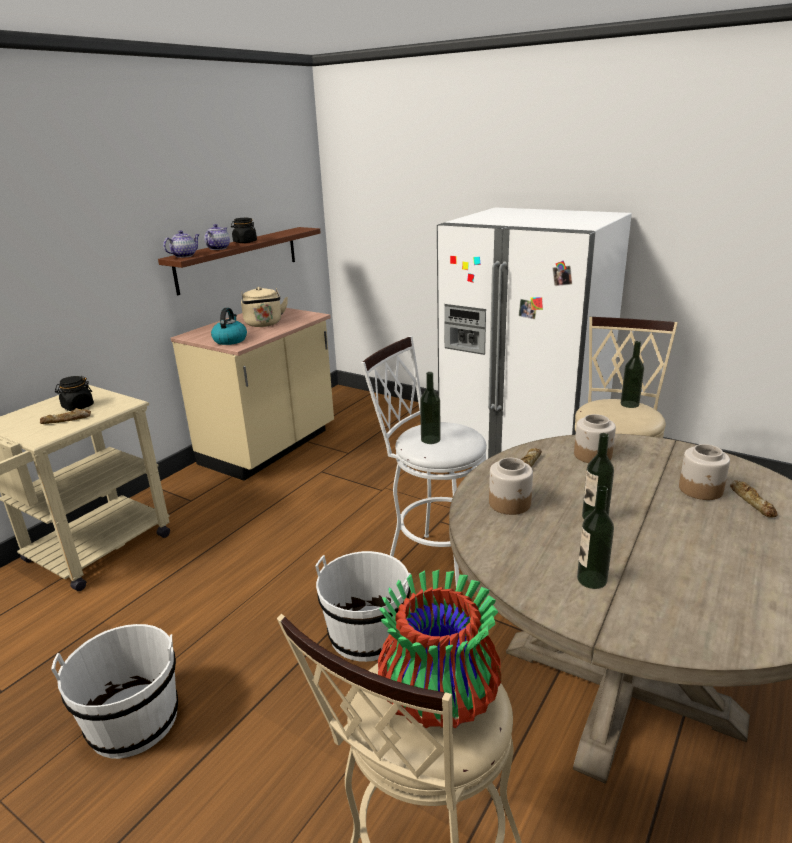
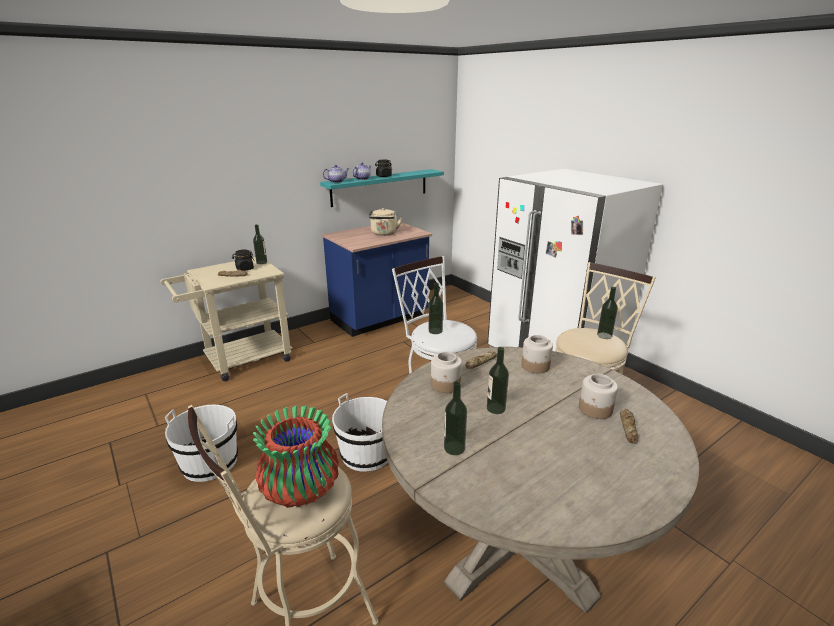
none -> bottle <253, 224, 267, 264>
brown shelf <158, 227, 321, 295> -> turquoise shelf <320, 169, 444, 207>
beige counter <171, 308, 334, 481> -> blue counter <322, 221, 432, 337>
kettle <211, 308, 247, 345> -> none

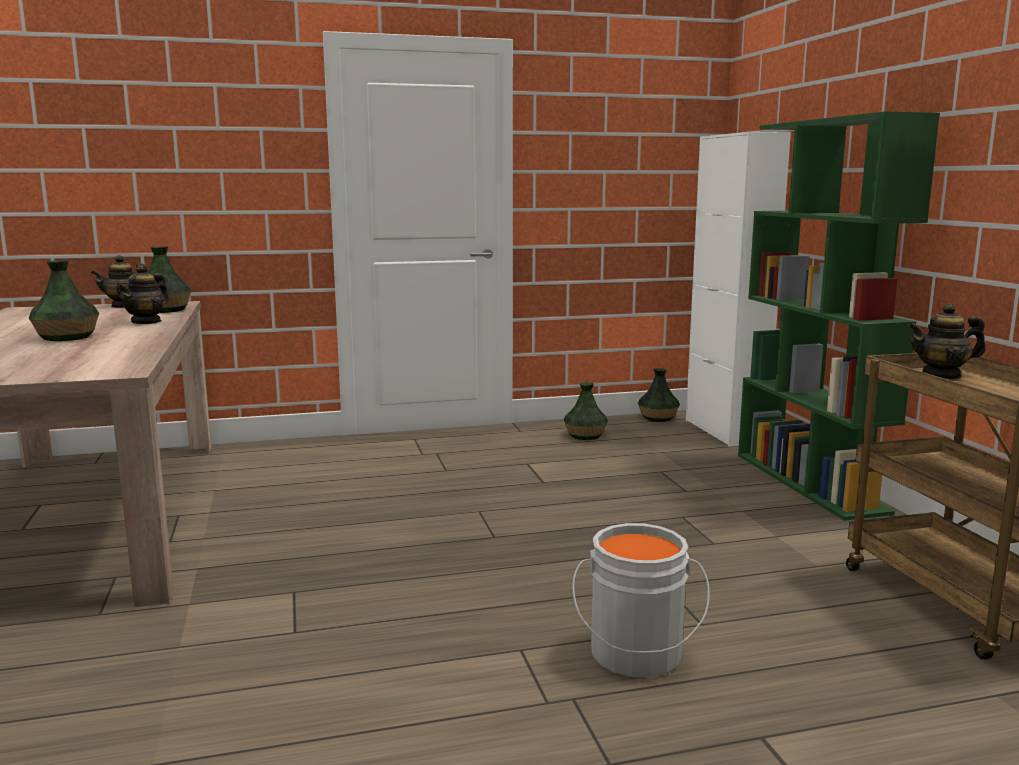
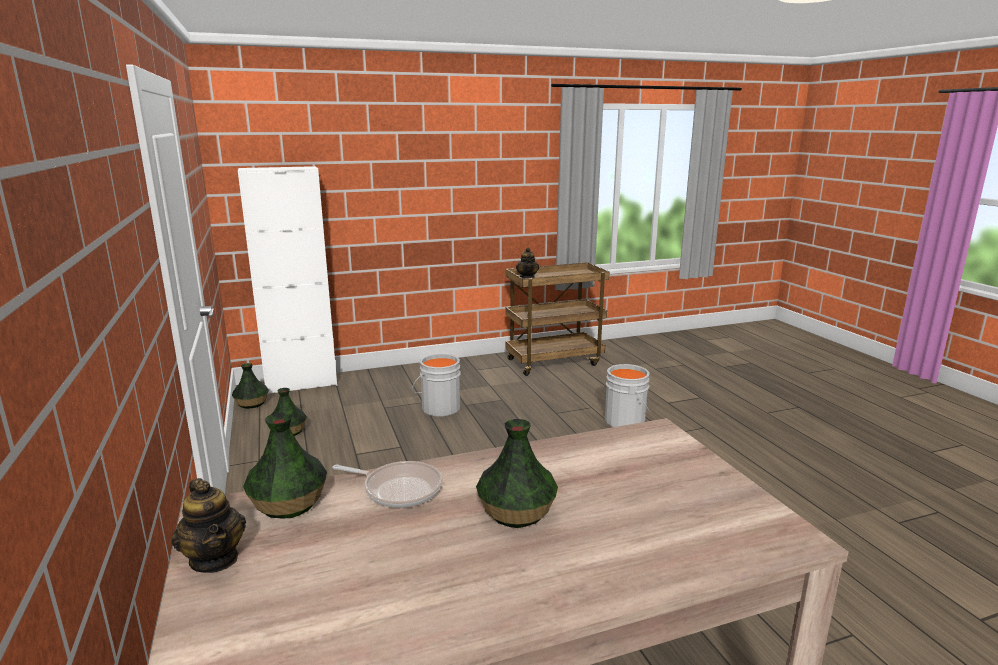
teapot <116, 265, 169, 324> -> frying pan <333, 461, 442, 508>
none -> grey bucket <412, 354, 461, 416>
green bookcase <738, 111, 940, 521> -> none

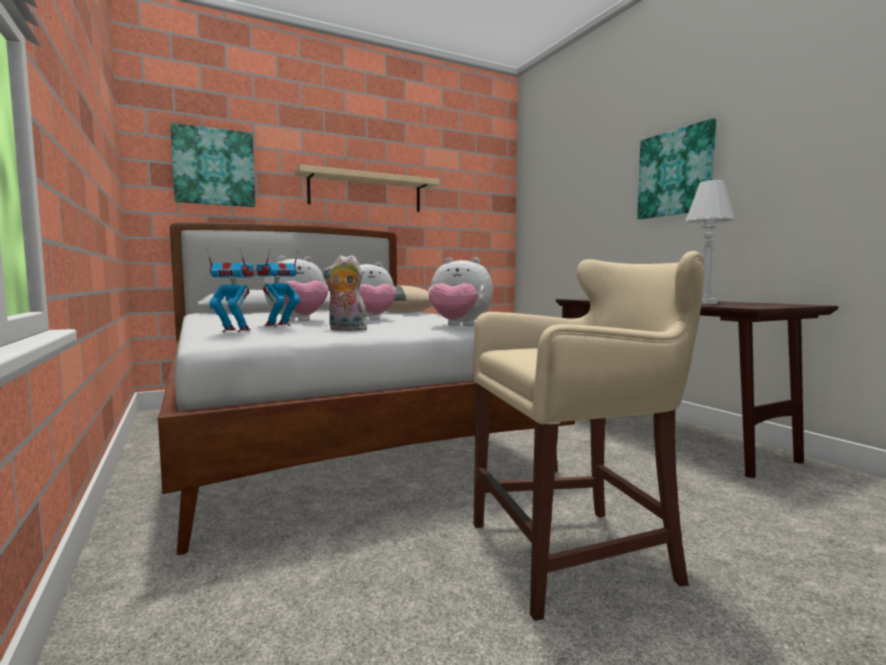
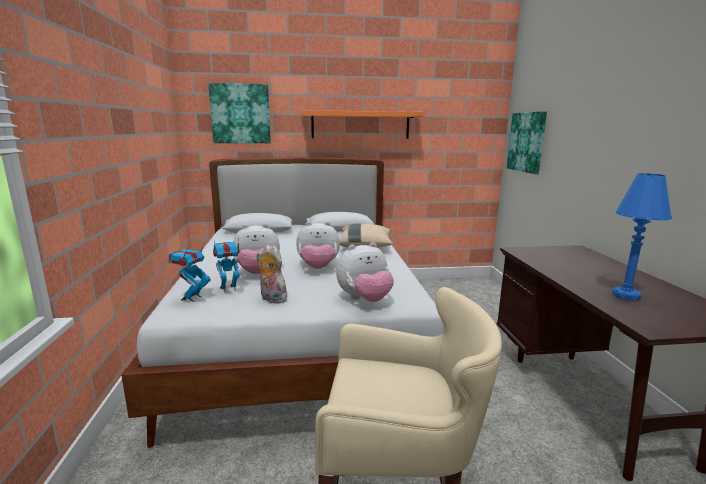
toy robot <206, 248, 256, 332> -> toy robot <168, 242, 210, 302>, 90 degrees counterclockwise
beige shelf <294, 165, 440, 212> -> orange shelf <301, 110, 425, 139>
plush toy <428, 257, 493, 326> -> plush toy <336, 242, 394, 302>, 60 degrees counterclockwise
picture <637, 118, 716, 219> -> picture <507, 111, 547, 174>, shifted
white table lamp <685, 180, 735, 304> -> blue table lamp <612, 173, 672, 301>

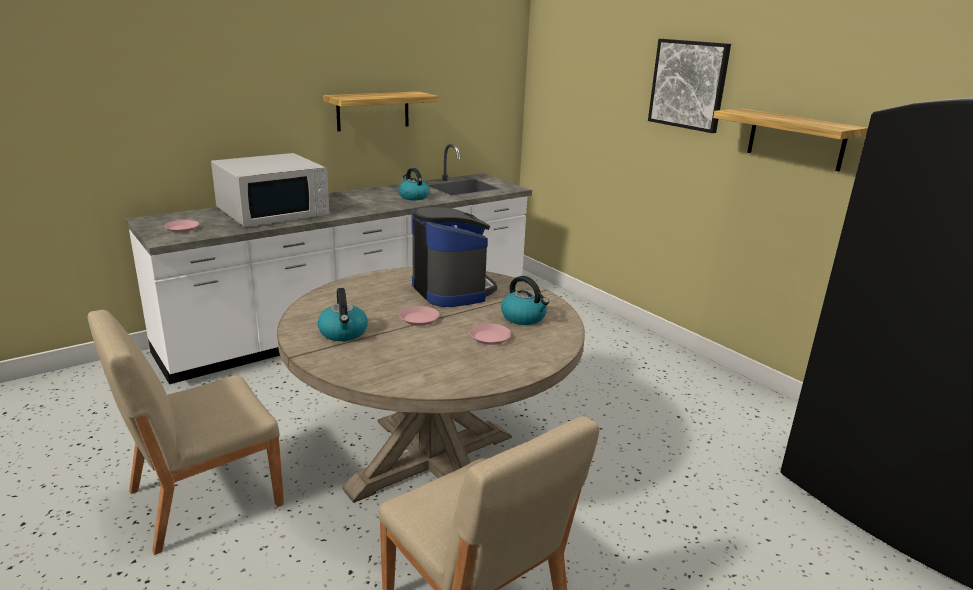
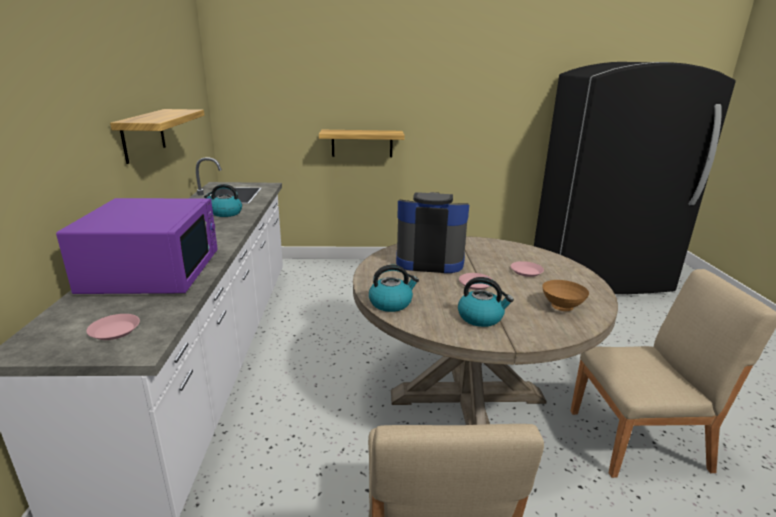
white microwave <211, 153, 329, 227> -> purple microwave <56, 198, 217, 294>
shelf <713, 108, 868, 171> -> shelf <319, 130, 405, 157>, shifted
kettle <501, 276, 549, 325> -> kettle <369, 265, 419, 312>, shifted
none -> brown bowl <542, 280, 589, 311>
picture <648, 39, 731, 133> -> none

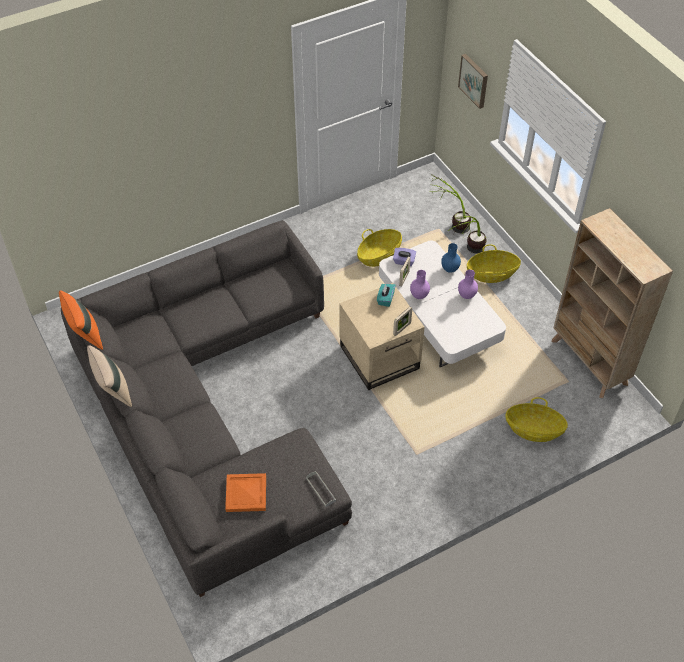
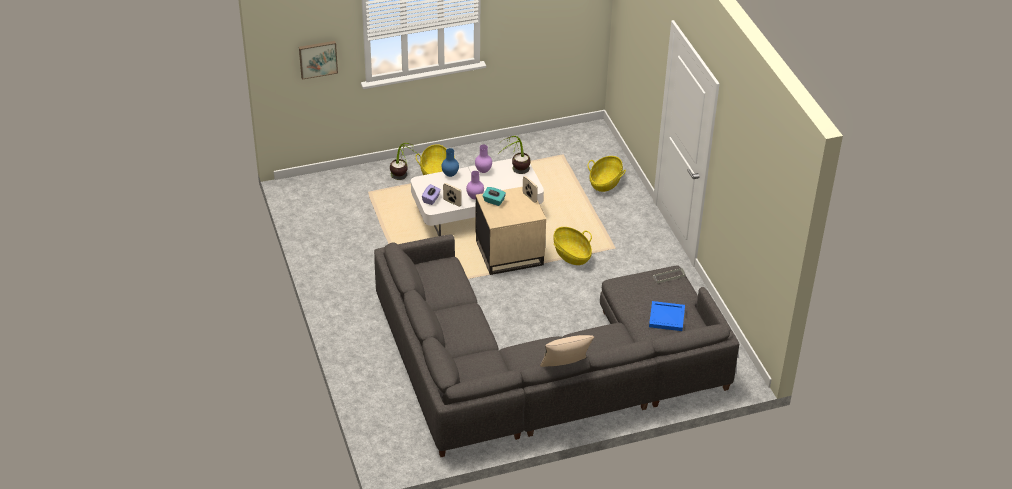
potted plant <430, 174, 471, 234> -> potted plant <499, 136, 530, 174>, shifted
basket <357, 229, 402, 267> -> basket <553, 227, 592, 265>, shifted
orange tray <225, 473, 266, 512> -> blue tray <649, 301, 685, 331>
orange pillow <59, 290, 103, 350> -> none
beige bookcase <552, 208, 673, 398> -> none

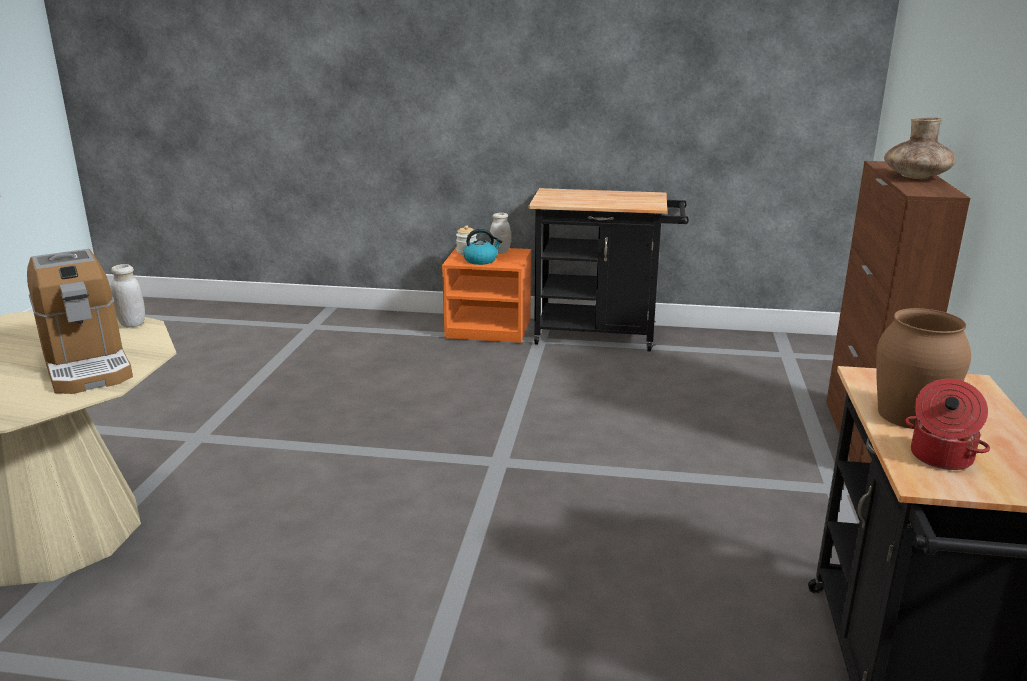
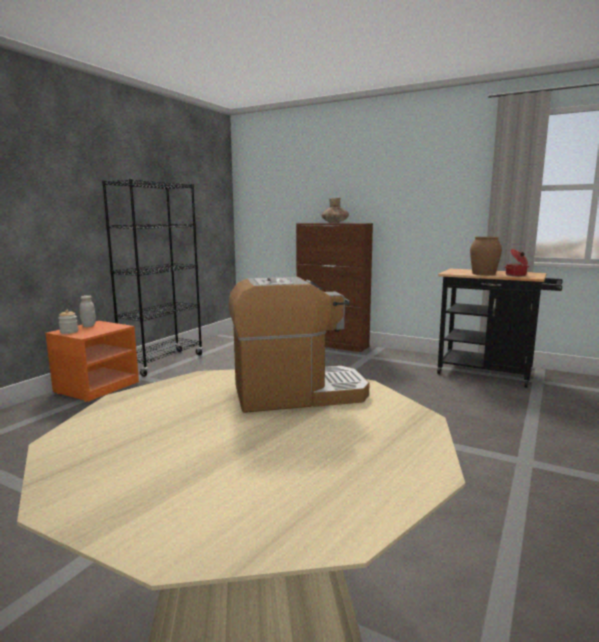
black cart <529, 188, 689, 351> -> black bookcase <102, 179, 203, 377>
white jar <110, 264, 145, 328> -> none
kettle <463, 229, 502, 265> -> none

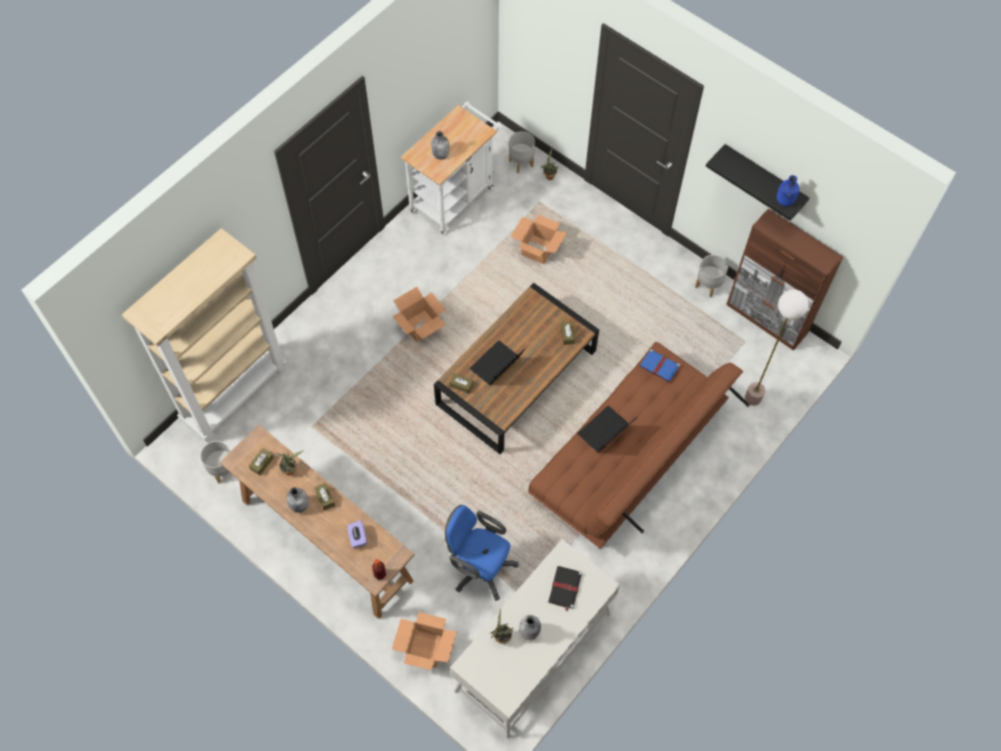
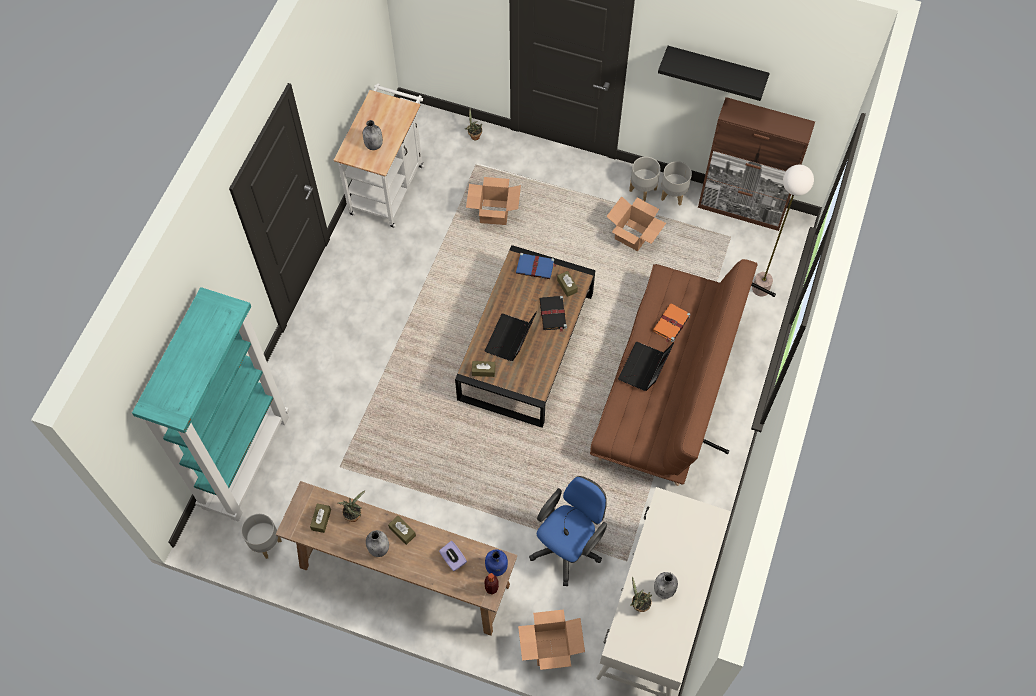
beige bookcase <122, 228, 287, 443> -> turquoise bookcase <132, 287, 289, 522>
blue bottle <777, 175, 799, 206> -> blue bottle <485, 549, 508, 576>, shifted
blue book <640, 349, 680, 382> -> blue book <516, 253, 556, 279>, shifted
blue office chair <445, 505, 519, 601> -> blue office chair <529, 476, 607, 586>, 120 degrees clockwise
black book <548, 566, 582, 611> -> black book <539, 296, 567, 332>, shifted
cardboard box <392, 287, 446, 342> -> cardboard box <606, 196, 666, 251>, shifted
grey planter <509, 131, 535, 173> -> grey planter <629, 157, 660, 201>, shifted
none -> orange book <653, 303, 691, 342>

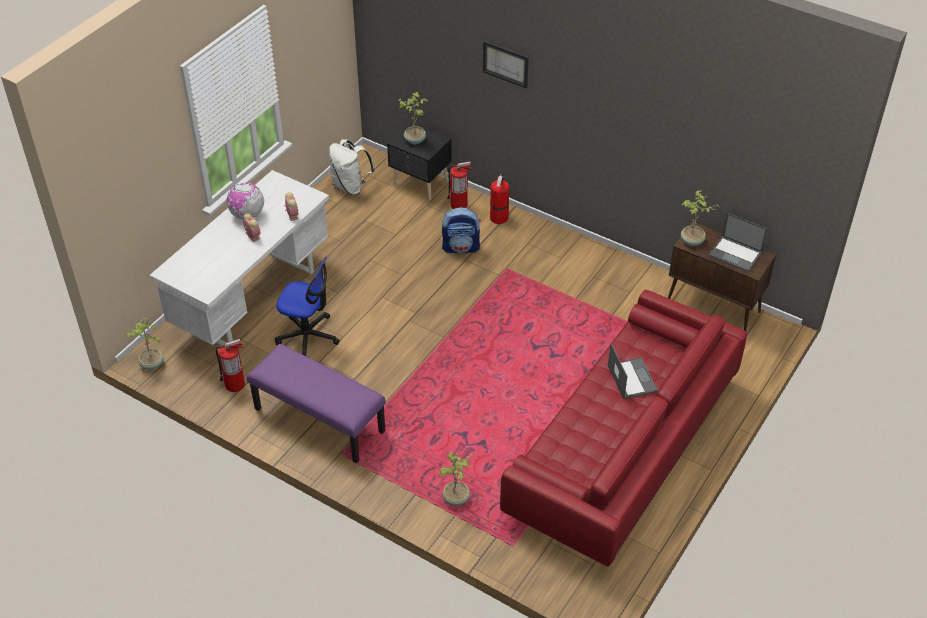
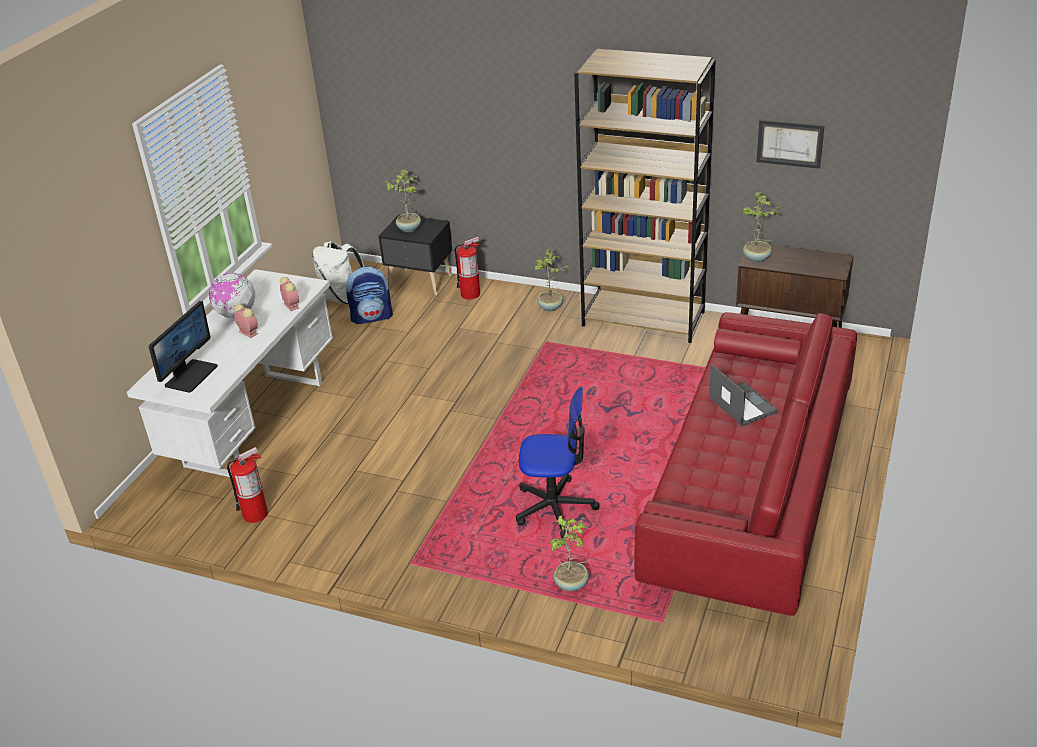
none -> monitor <149, 301, 218, 393>
backpack <442, 207, 481, 253> -> backpack <346, 266, 393, 324>, shifted
office chair <275, 257, 340, 356> -> office chair <516, 387, 599, 538>, shifted
potted plant <126, 317, 164, 370> -> potted plant <535, 249, 570, 311>, shifted
none -> brown bookcase <574, 49, 715, 343>
picture <483, 41, 529, 89> -> picture <756, 120, 824, 169>, shifted
purple bench <247, 344, 386, 463> -> none
fire extinguisher <490, 173, 509, 224> -> none
laptop <708, 213, 767, 272> -> none

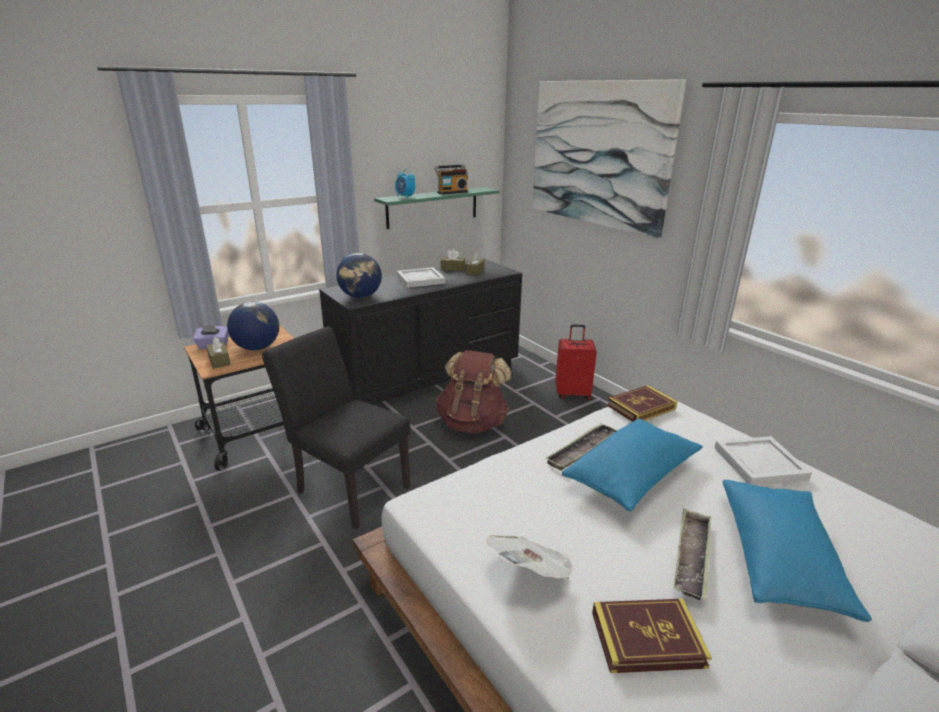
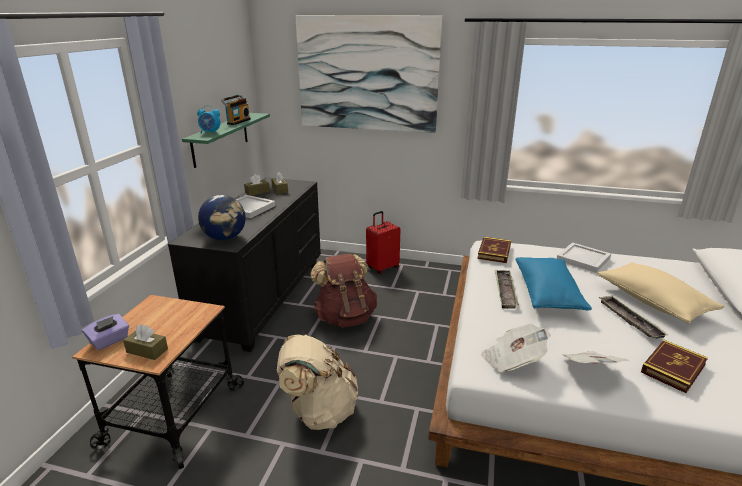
black chair <262, 327, 411, 529> -> beige backpack <277, 335, 358, 430>
none -> newspaper <481, 324, 551, 373>
blue pillow <723, 480, 872, 622> -> beige pillow <597, 262, 724, 323>
globe <227, 302, 279, 350> -> none

